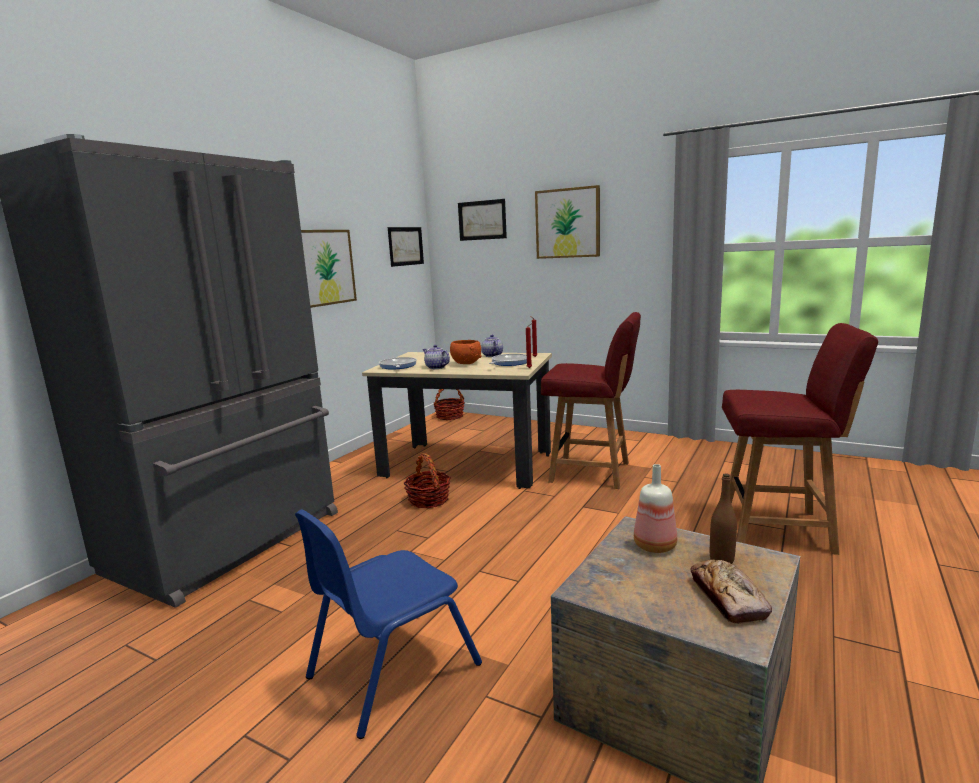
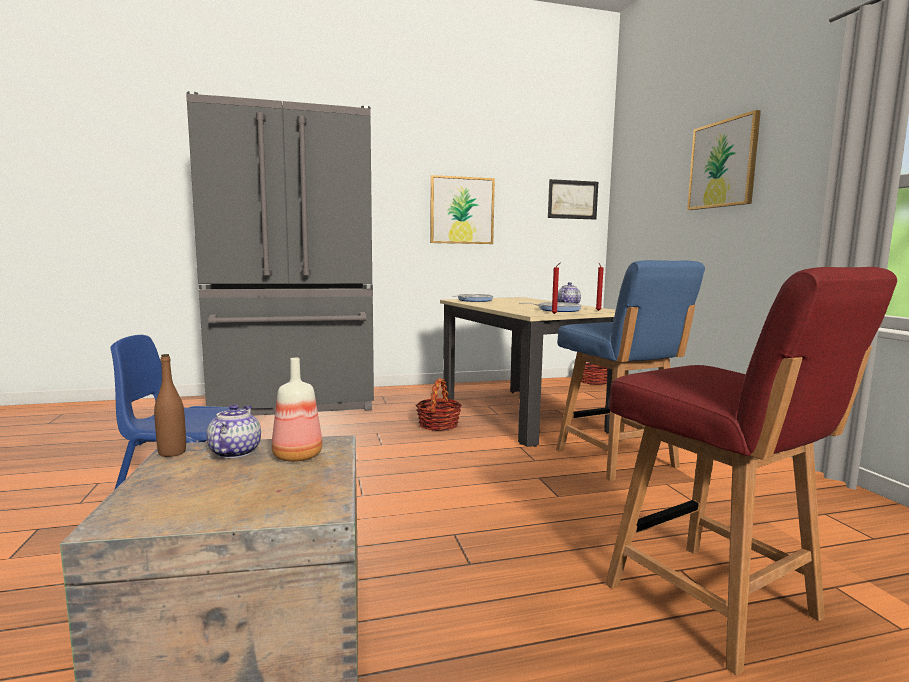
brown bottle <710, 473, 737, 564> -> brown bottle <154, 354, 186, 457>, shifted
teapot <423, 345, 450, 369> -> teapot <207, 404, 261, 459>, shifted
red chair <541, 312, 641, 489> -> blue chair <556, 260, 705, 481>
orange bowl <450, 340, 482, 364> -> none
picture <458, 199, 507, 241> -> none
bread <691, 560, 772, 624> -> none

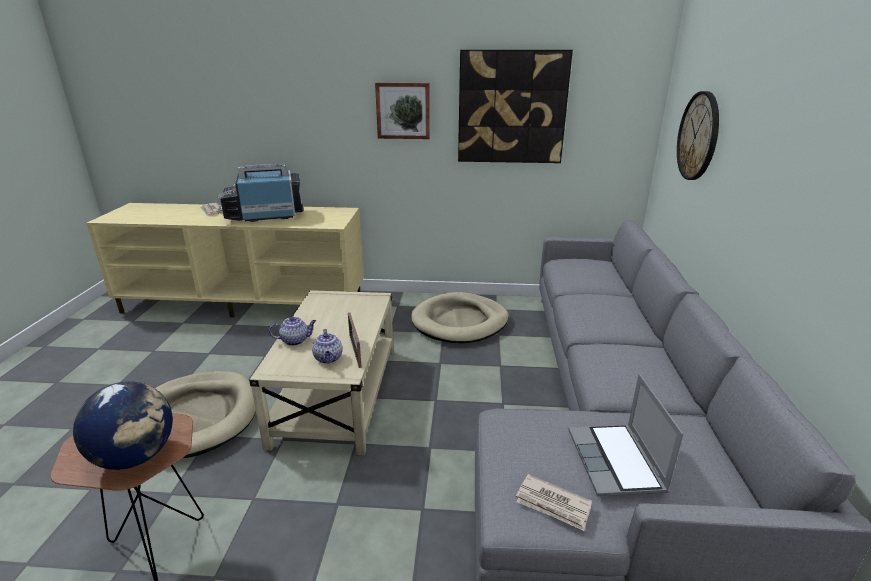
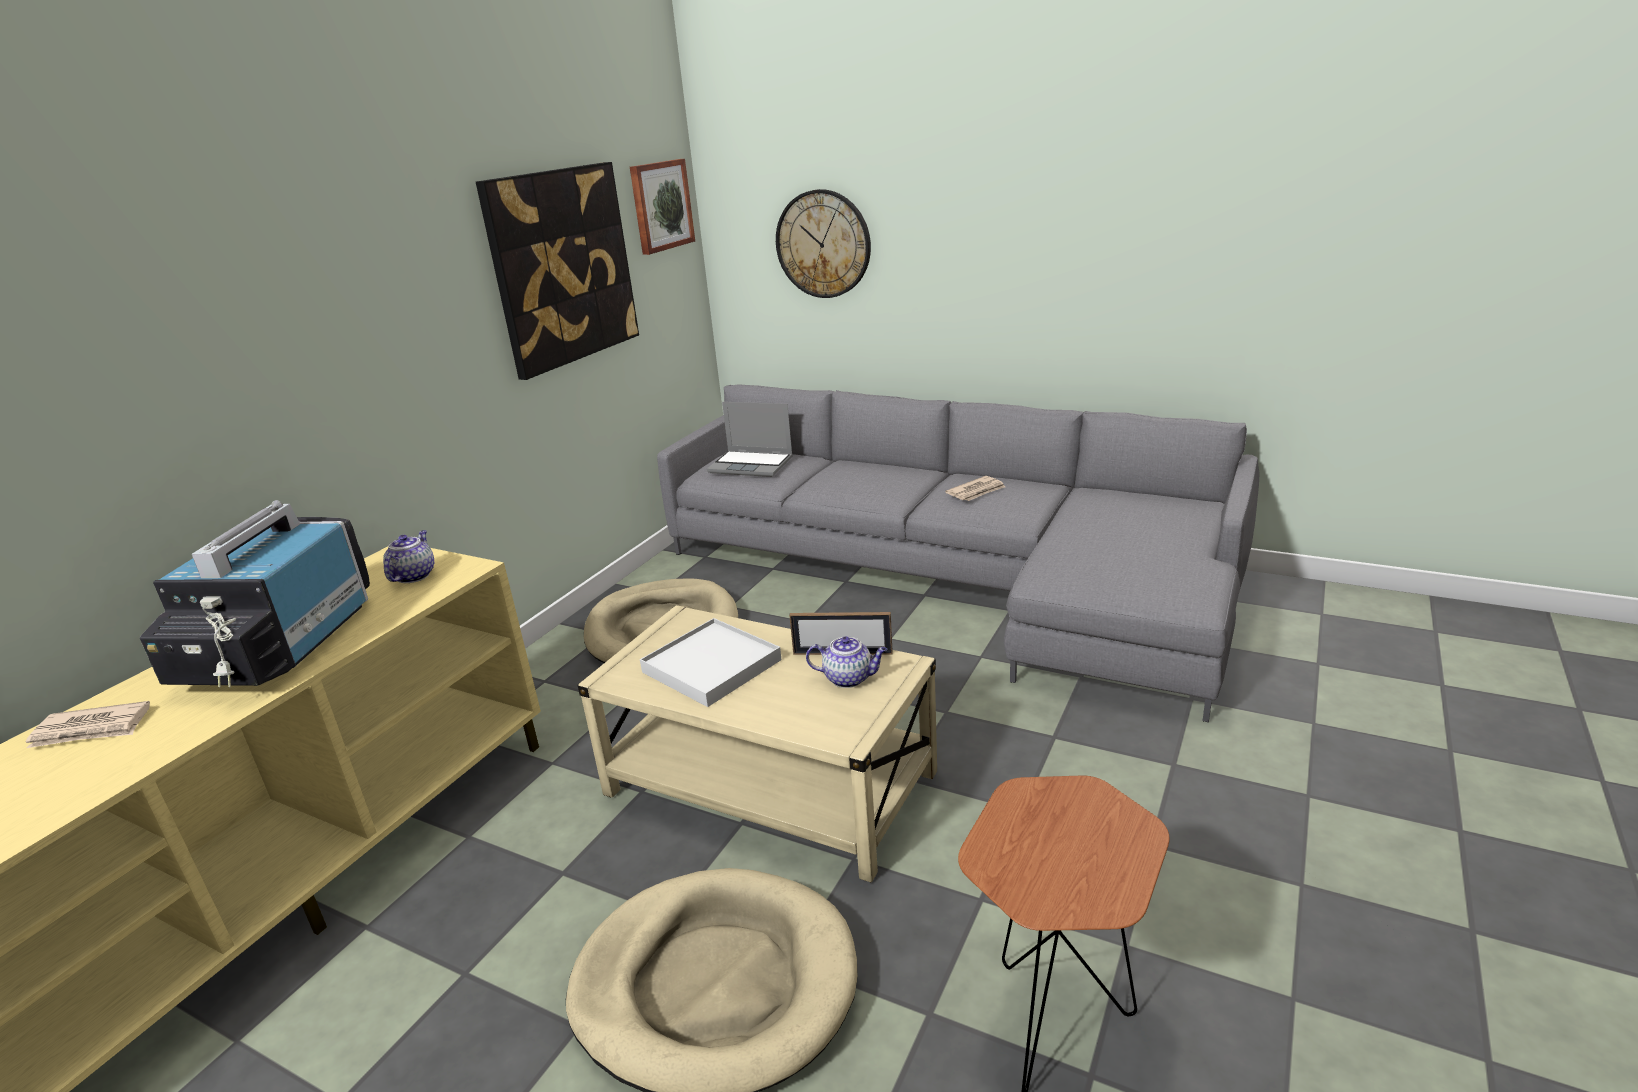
teapot <269, 317, 316, 346> -> teapot <383, 530, 434, 583>, shifted
picture <375, 82, 430, 139> -> picture <630, 159, 695, 255>, shifted
none -> white tray <640, 618, 782, 707>
laptop <568, 374, 683, 496> -> laptop <707, 402, 793, 477>, shifted
newspaper <516, 474, 592, 531> -> newspaper <945, 476, 1005, 501>, shifted
globe <73, 381, 173, 470> -> none

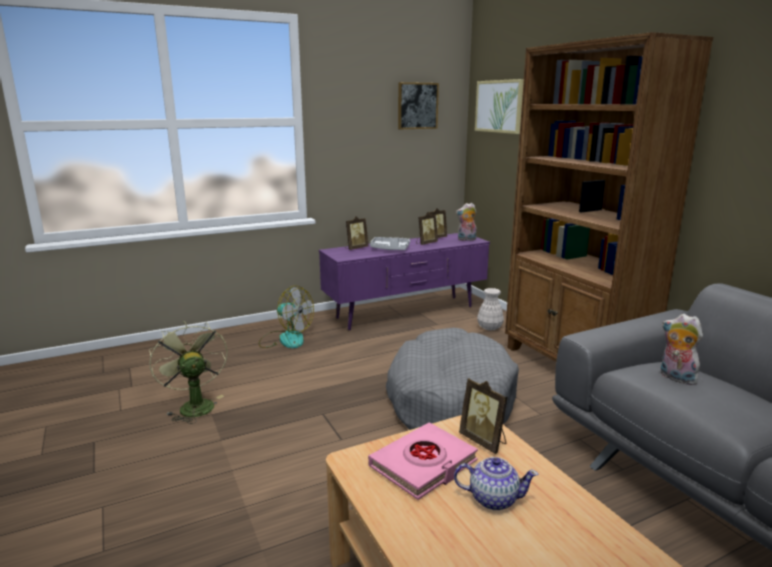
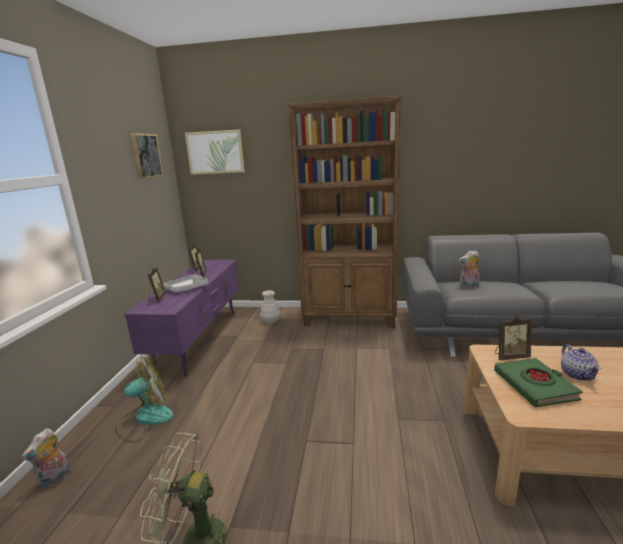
plush toy <456, 203, 477, 241> -> plush toy <22, 429, 70, 489>, shifted
pink book <368, 422, 478, 500> -> green book <494, 358, 583, 407>
teapot <454, 457, 538, 510> -> teapot <561, 344, 601, 381>, 135 degrees clockwise
grey dog bed <386, 328, 519, 430> -> none

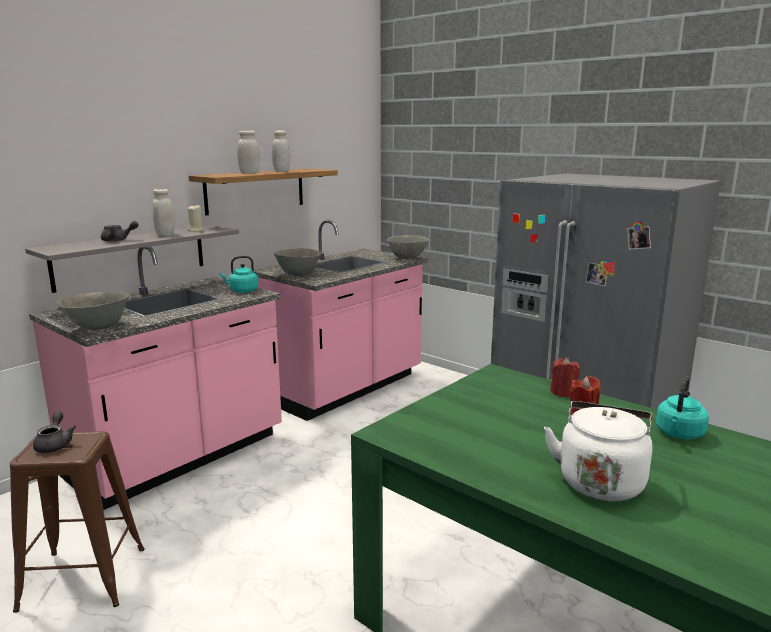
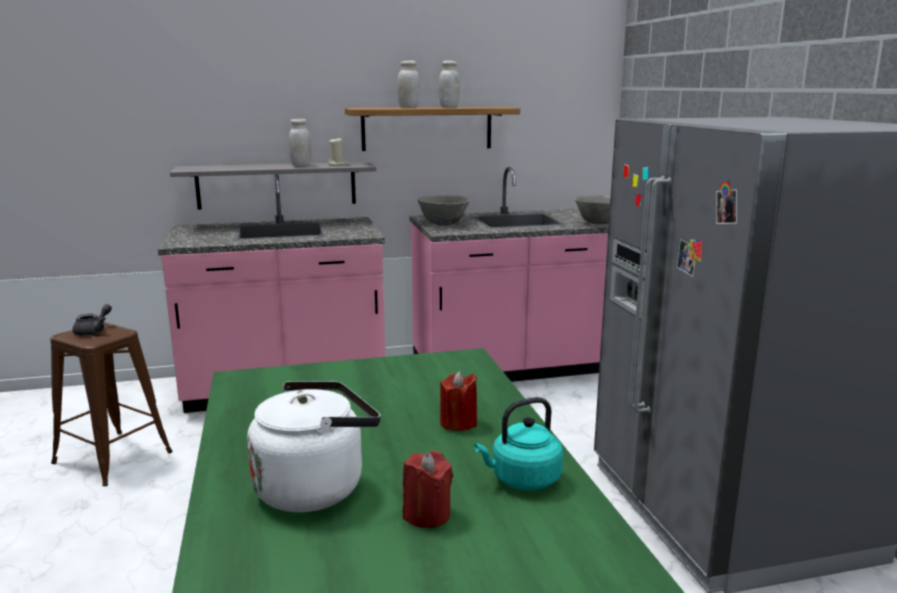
red candle <550, 358, 580, 397> -> red candle <402, 450, 453, 528>, shifted
grey bowl <57, 291, 129, 330> -> none
grey teapot <101, 221, 138, 242> -> none
turquoise kettle <220, 256, 258, 293> -> none

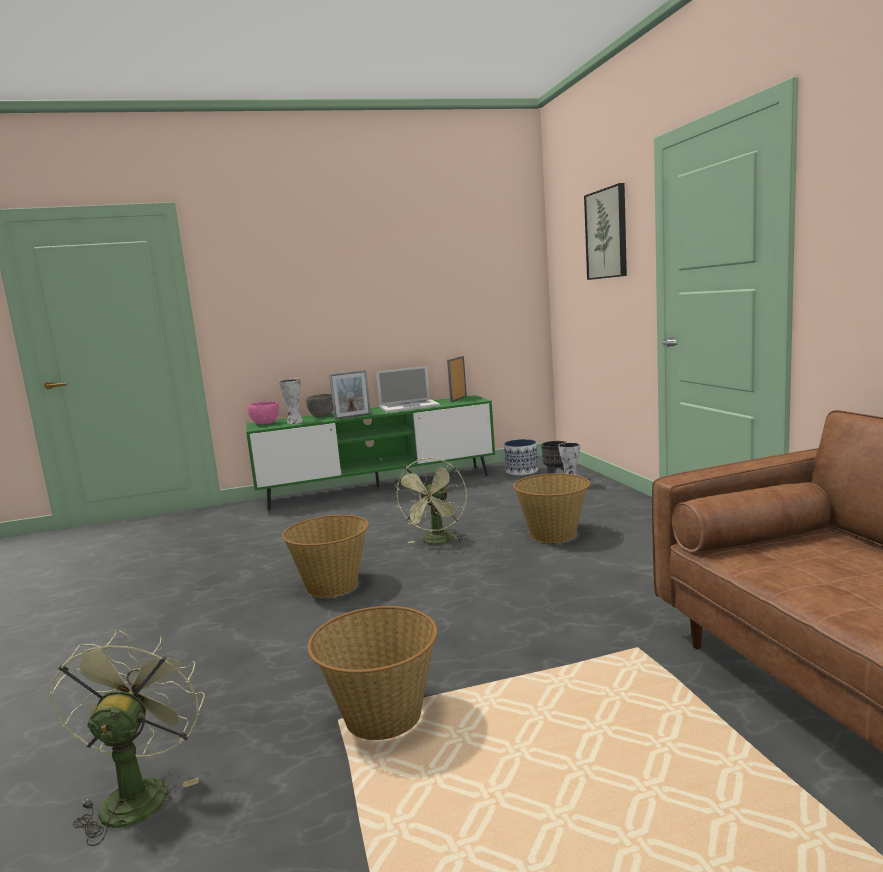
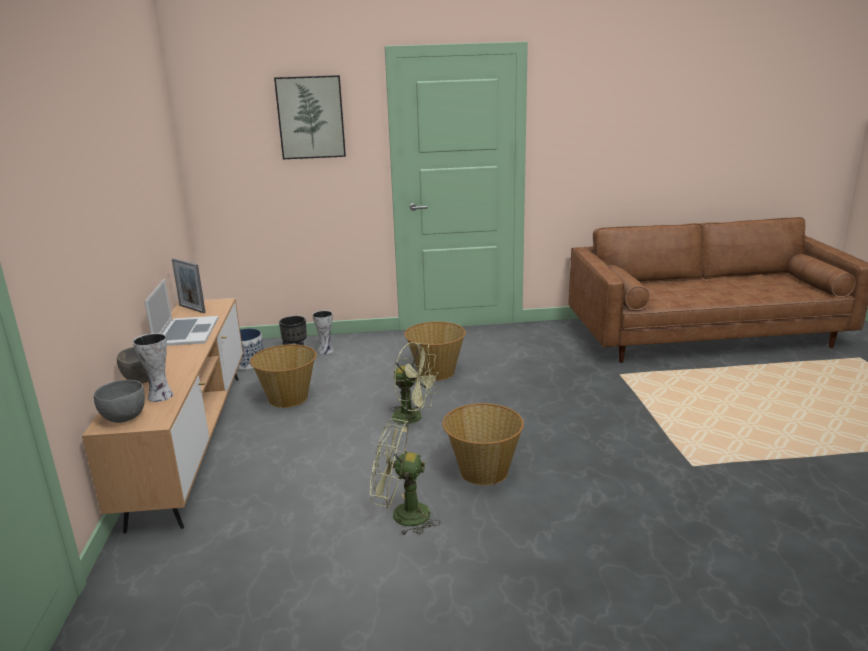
green tv stand <246, 395, 495, 510> -> brown tv stand <82, 298, 243, 534>
pink bowl <247, 401, 279, 424> -> grey bowl <94, 380, 145, 423>
basket <307, 606, 437, 740> -> basket <250, 344, 317, 408>, shifted
green fan <50, 630, 205, 846> -> green fan <370, 418, 440, 536>, shifted
picture frame <329, 370, 371, 420> -> none

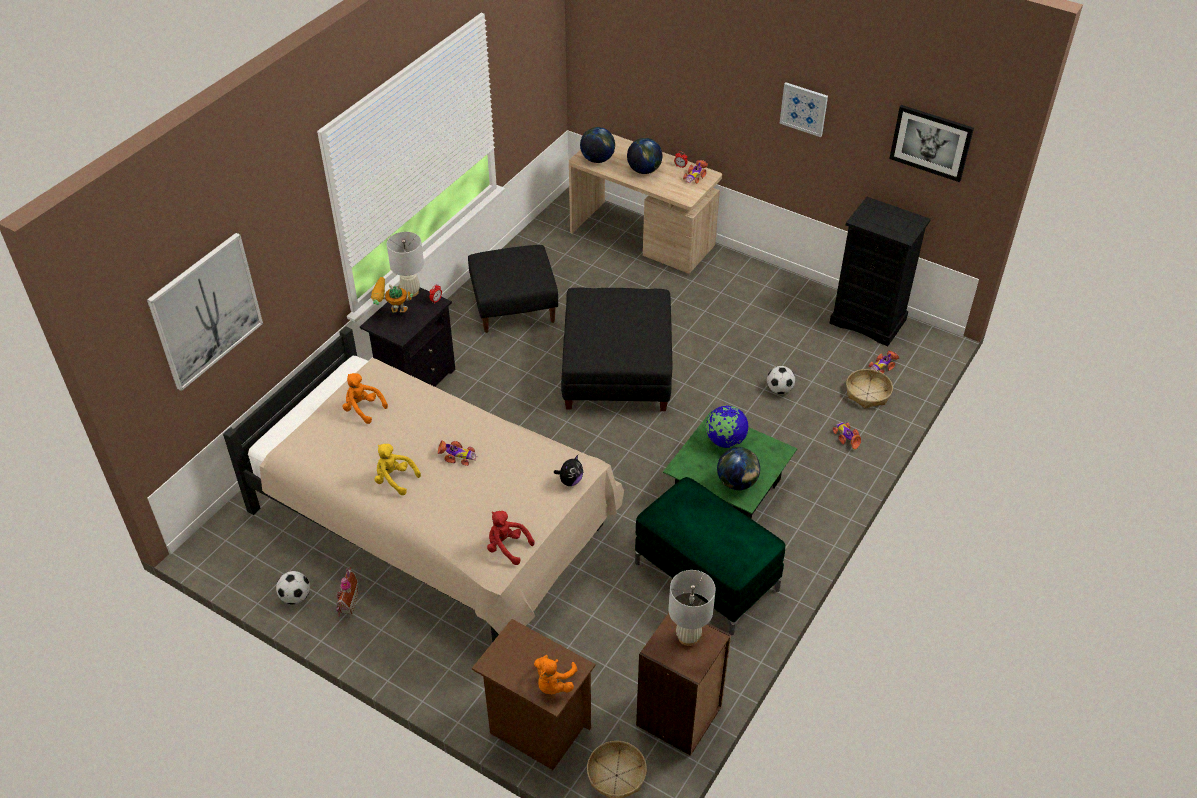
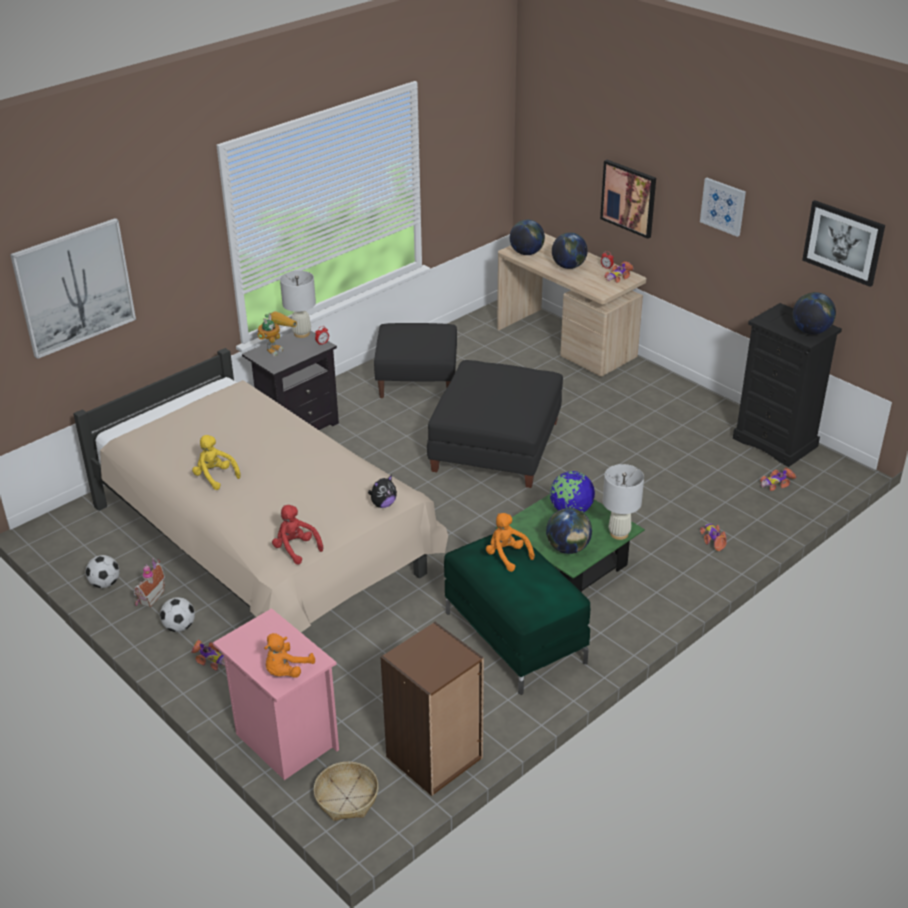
football <767, 366, 795, 394> -> football <160, 597, 195, 632>, shifted
toy car <438, 440, 478, 466> -> toy car <191, 639, 225, 670>, shifted
brown nightstand <472, 619, 595, 770> -> pink nightstand <213, 608, 339, 780>
toy robot <371, 277, 413, 313> -> toy robot <257, 311, 297, 357>, 105 degrees clockwise
orange plush toy <343, 373, 388, 424> -> orange plush toy <486, 513, 535, 572>, shifted
none -> picture <600, 160, 656, 239>
white table lamp <669, 570, 716, 646> -> white table lamp <603, 464, 644, 540>, shifted
none -> globe <793, 292, 836, 334>
basket <846, 369, 893, 408> -> none

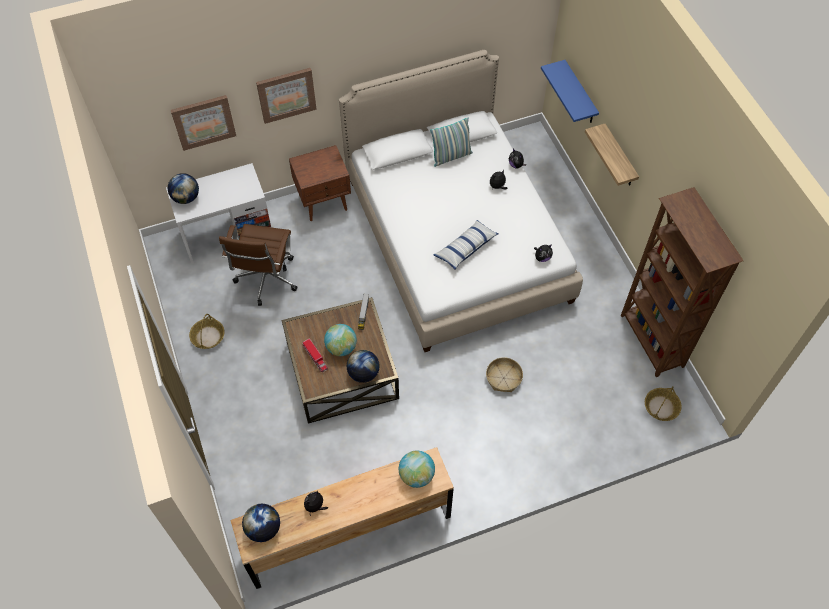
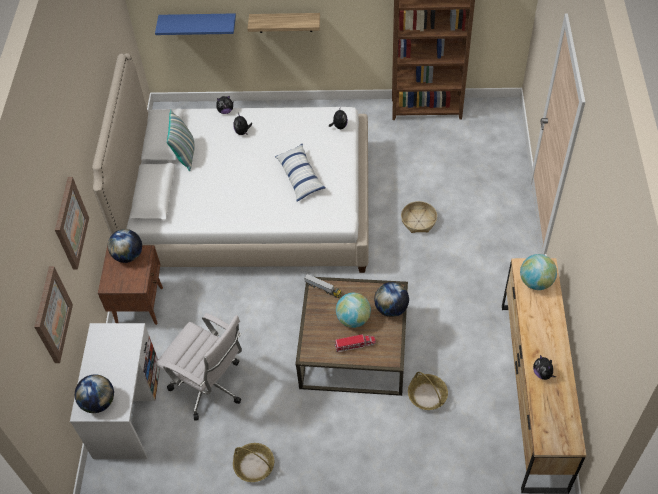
globe <242, 504, 280, 542> -> globe <108, 229, 142, 263>, shifted
brown office chair <219, 224, 297, 306> -> white office chair <155, 313, 242, 421>
basket <645, 386, 682, 421> -> basket <408, 372, 448, 410>, shifted

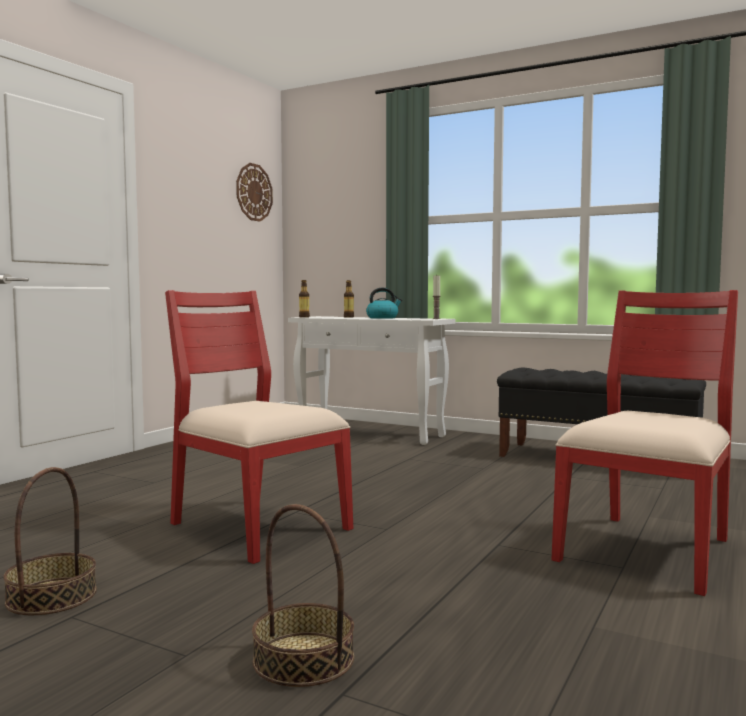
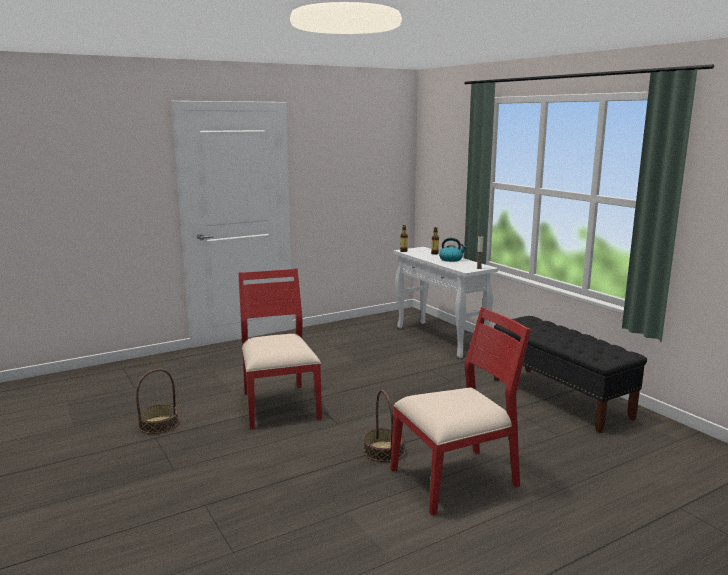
basket <252, 504, 354, 687> -> basket <364, 390, 405, 462>, shifted
wall clock <236, 163, 273, 222> -> none

